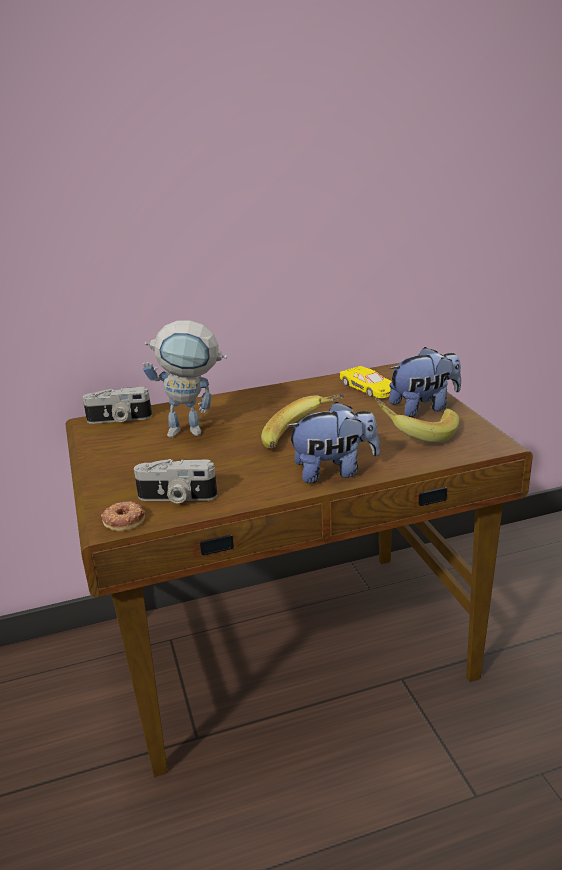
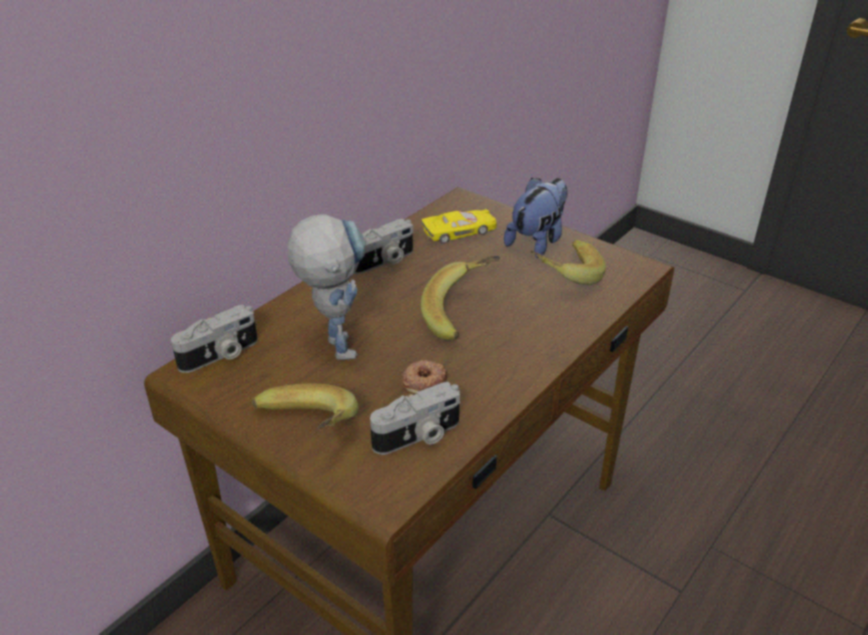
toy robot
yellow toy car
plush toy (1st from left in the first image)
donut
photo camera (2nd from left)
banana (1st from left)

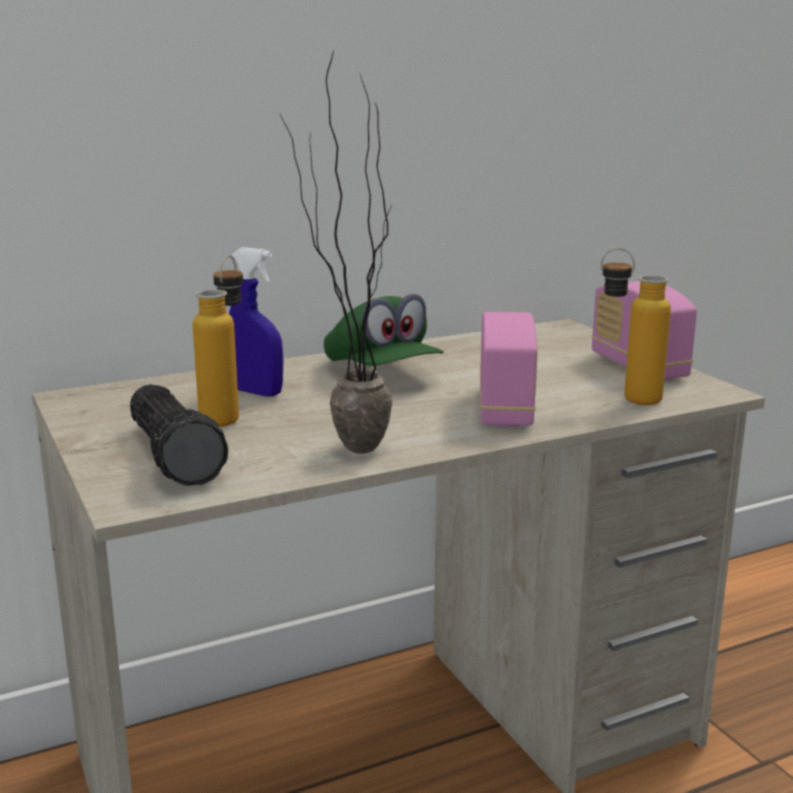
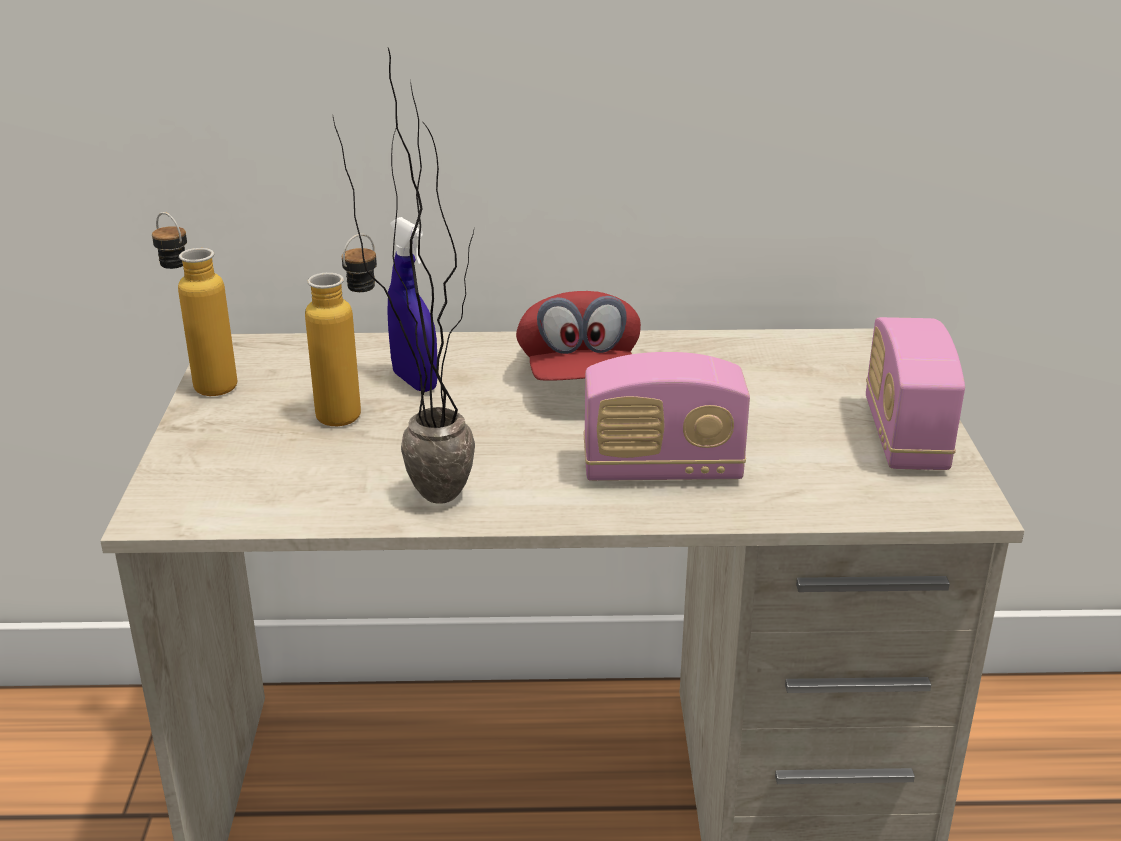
bottle (1st from left)
red cap
radio (1st from left)
flashlight

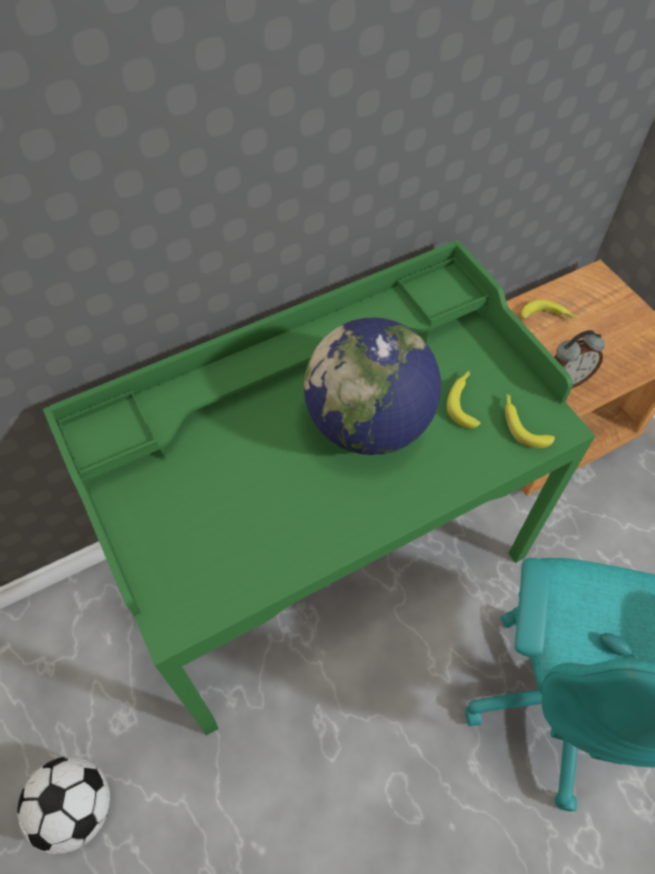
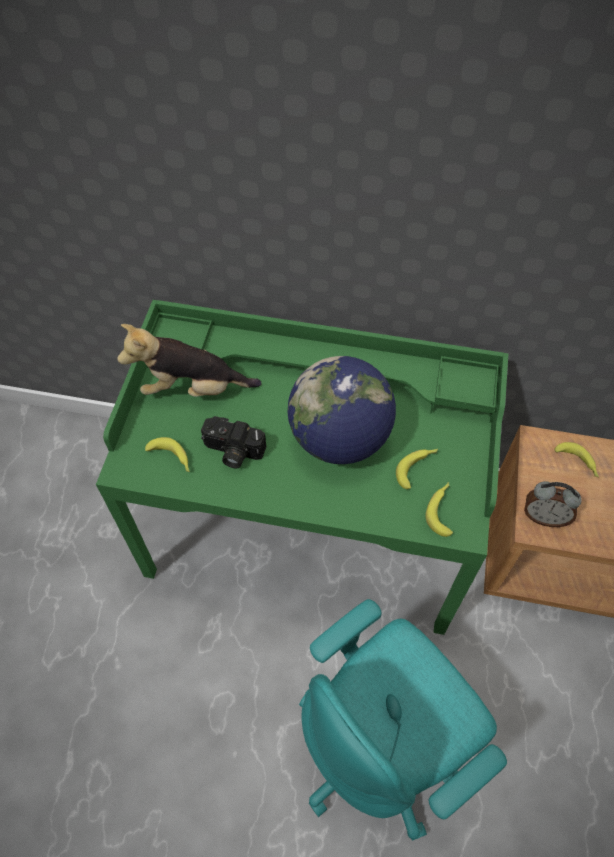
football
plush toy
photo camera
banana (1st from left)

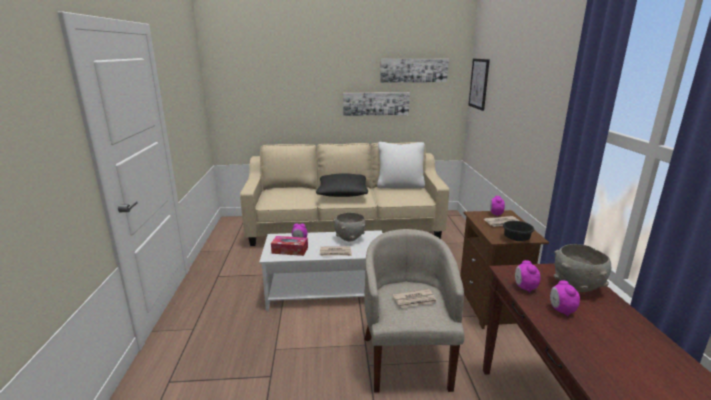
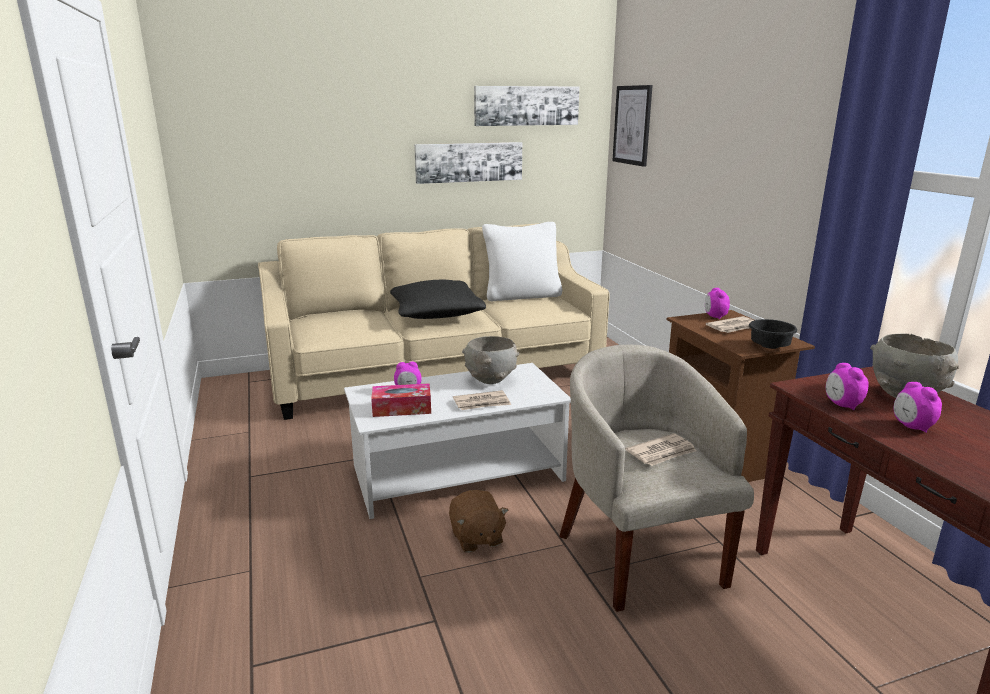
brown plush toy

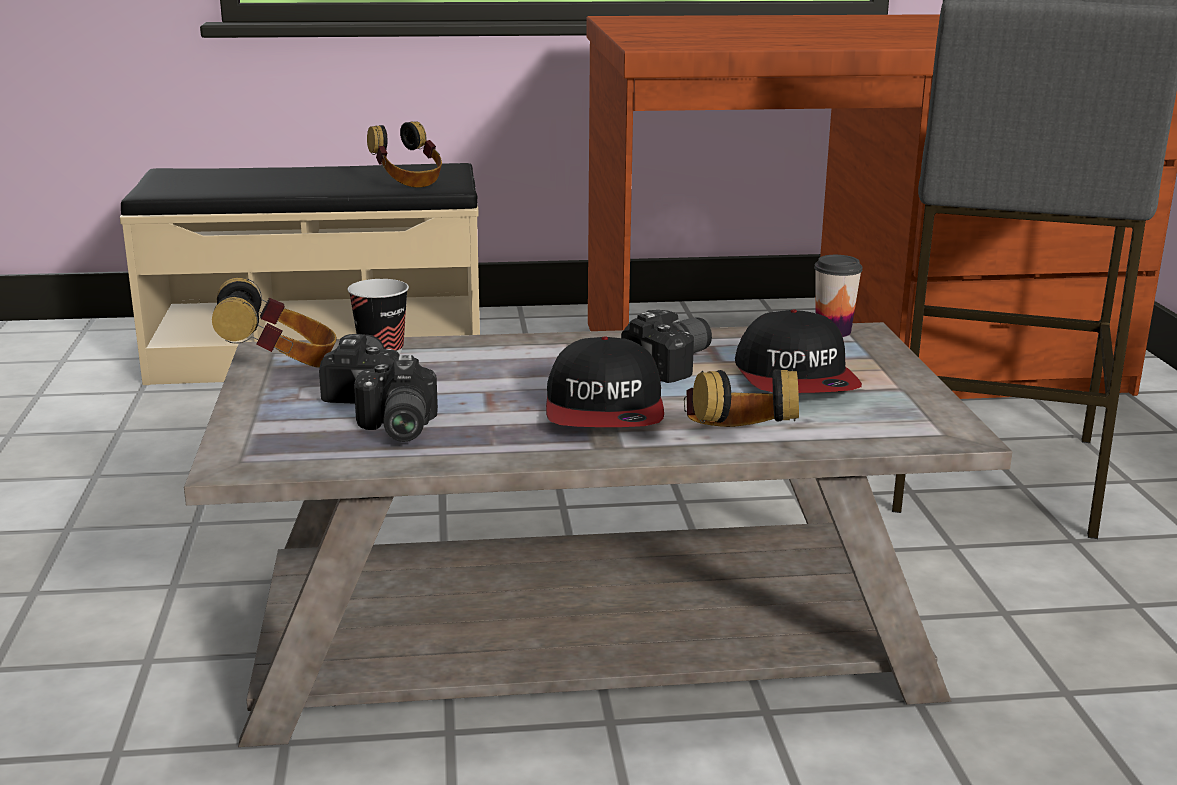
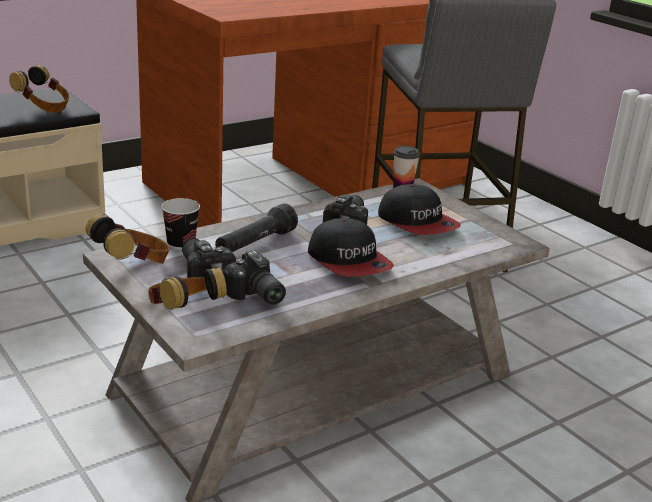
headphones (3rd from left)
black flashlight

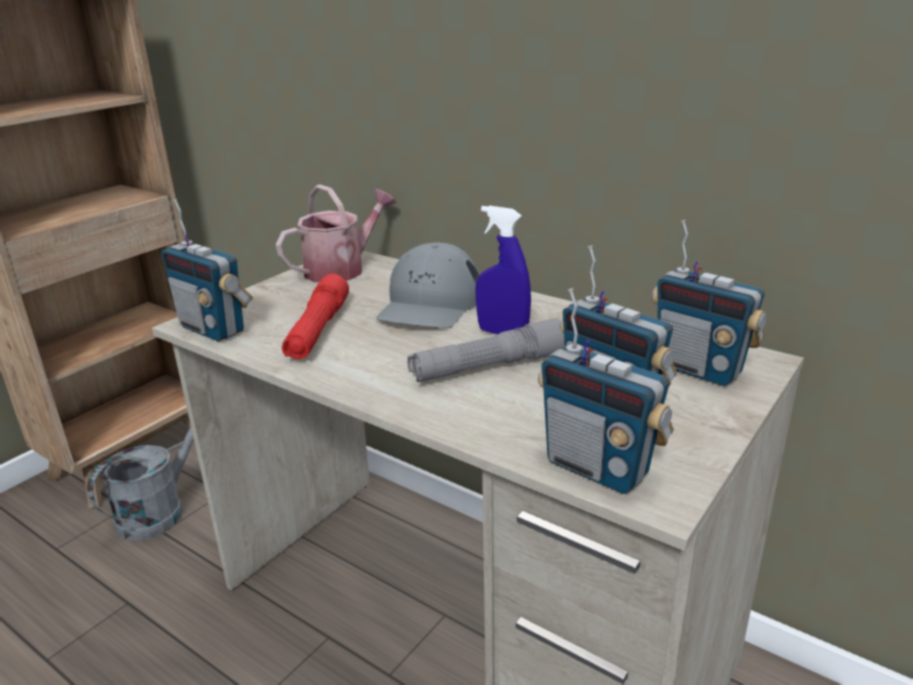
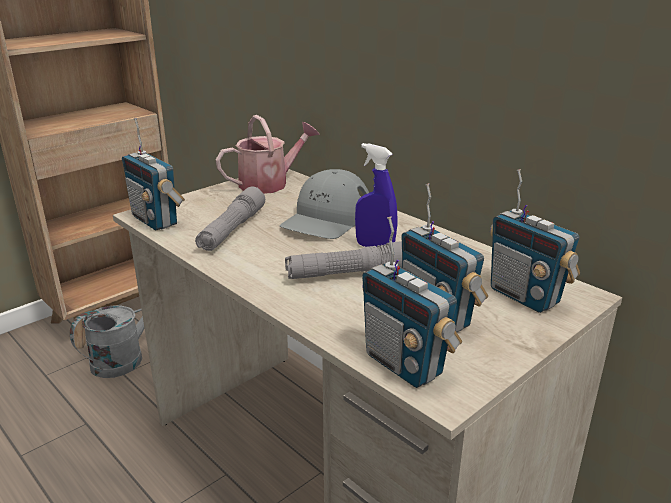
grey flashlight (1st from left)

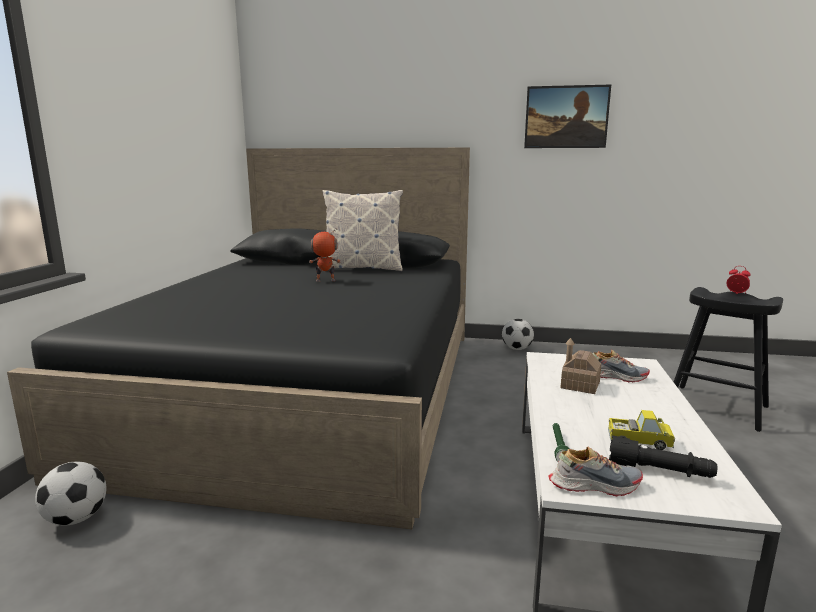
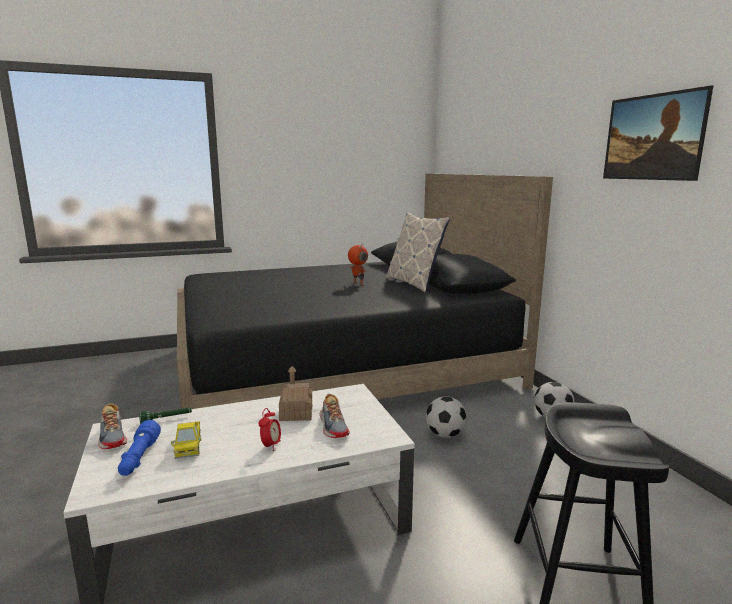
alarm clock
blue flashlight
football (1st from left)

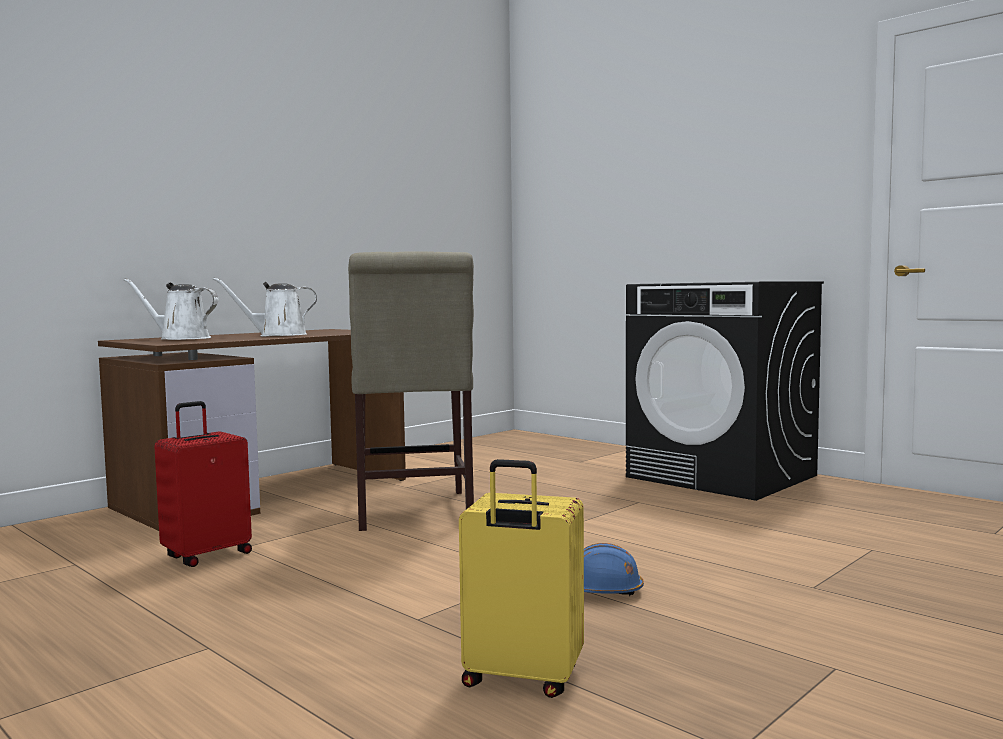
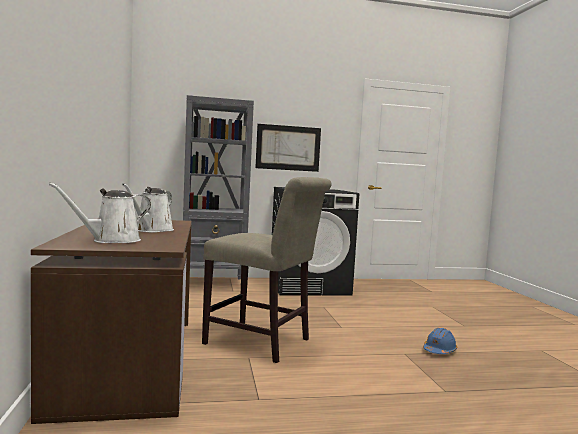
red suitcase
yellow suitcase
grey bookcase
picture

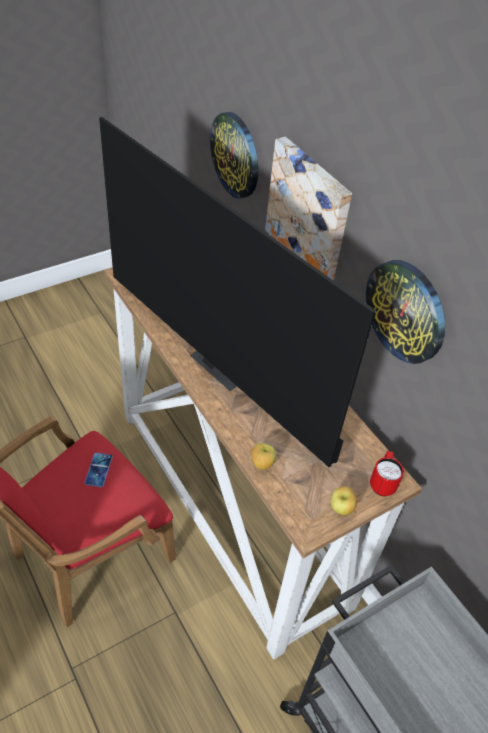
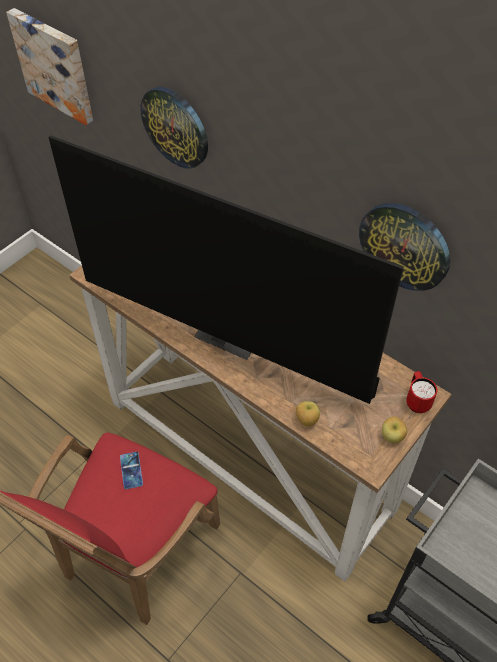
picture

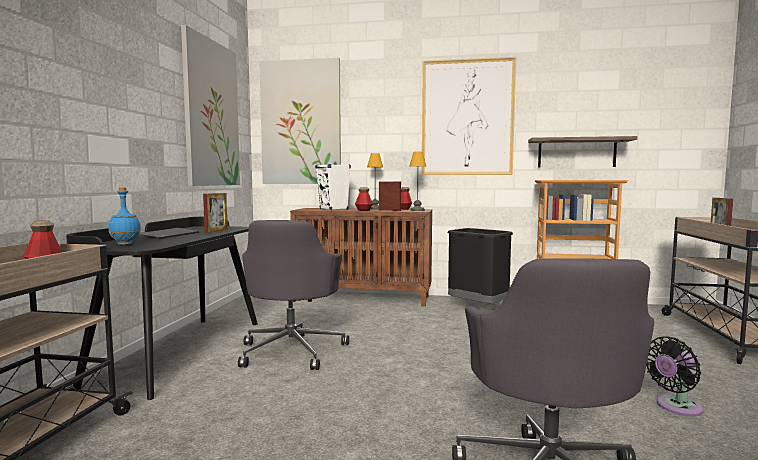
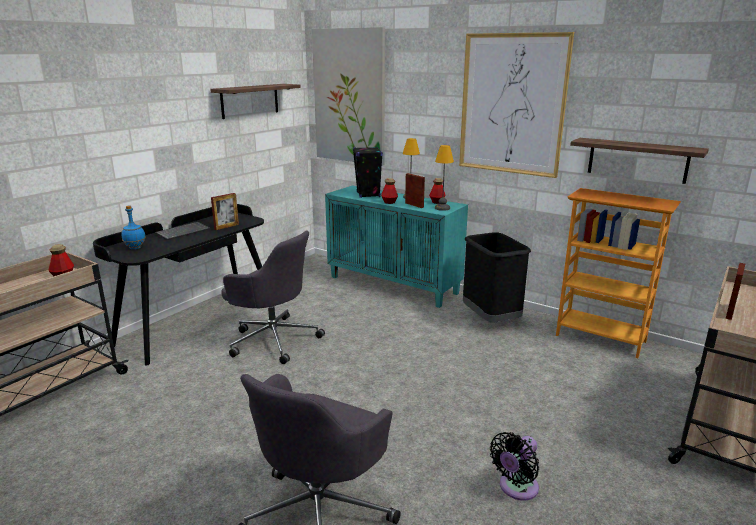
shelf (1st from left)
black speaker
turquoise cabinet
grey office chair (1st from left)
black fan

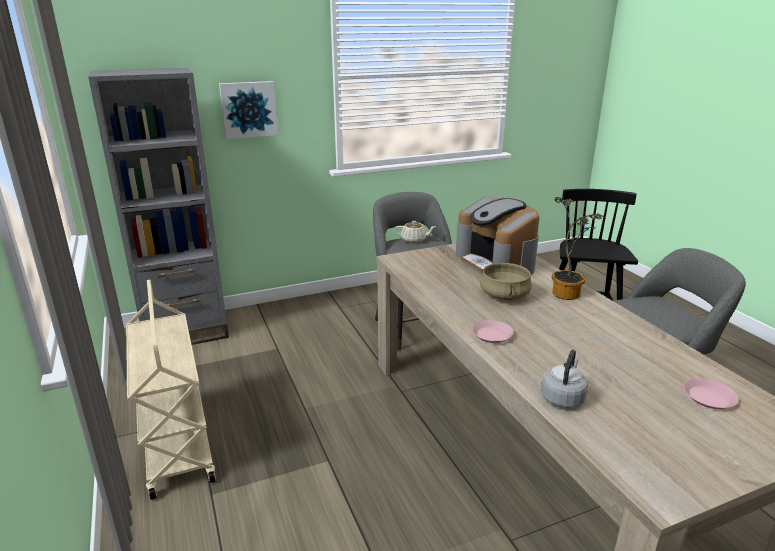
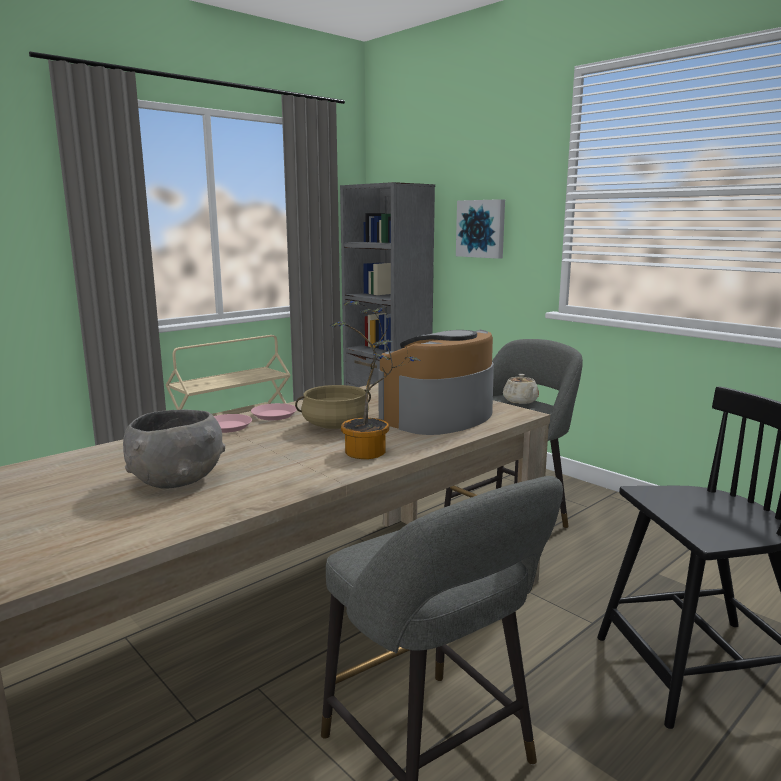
grey kettle
pink plate (2nd from left)
grey bowl

